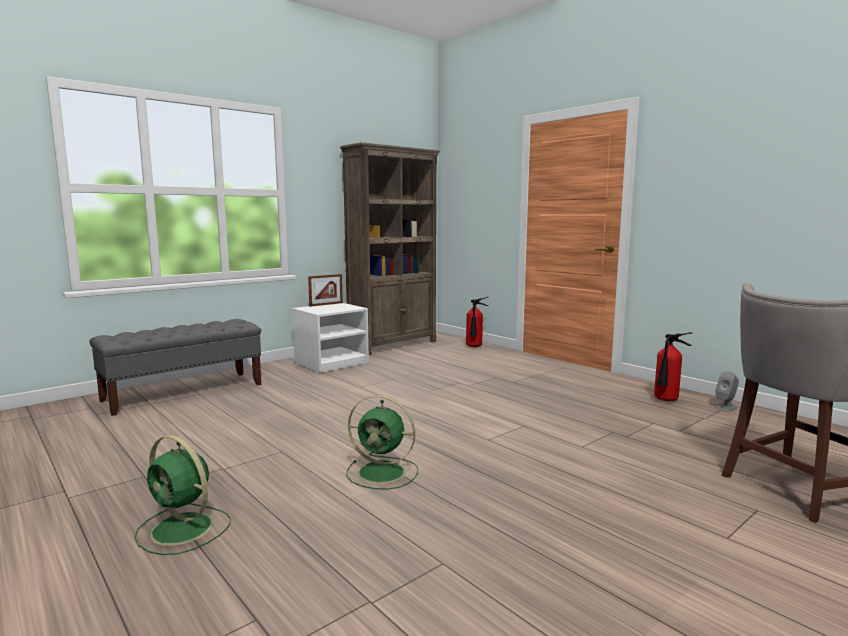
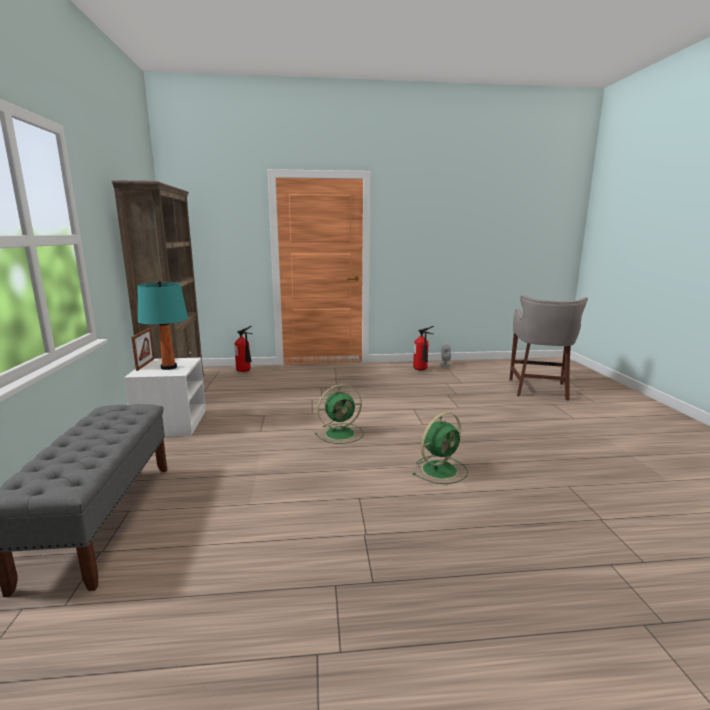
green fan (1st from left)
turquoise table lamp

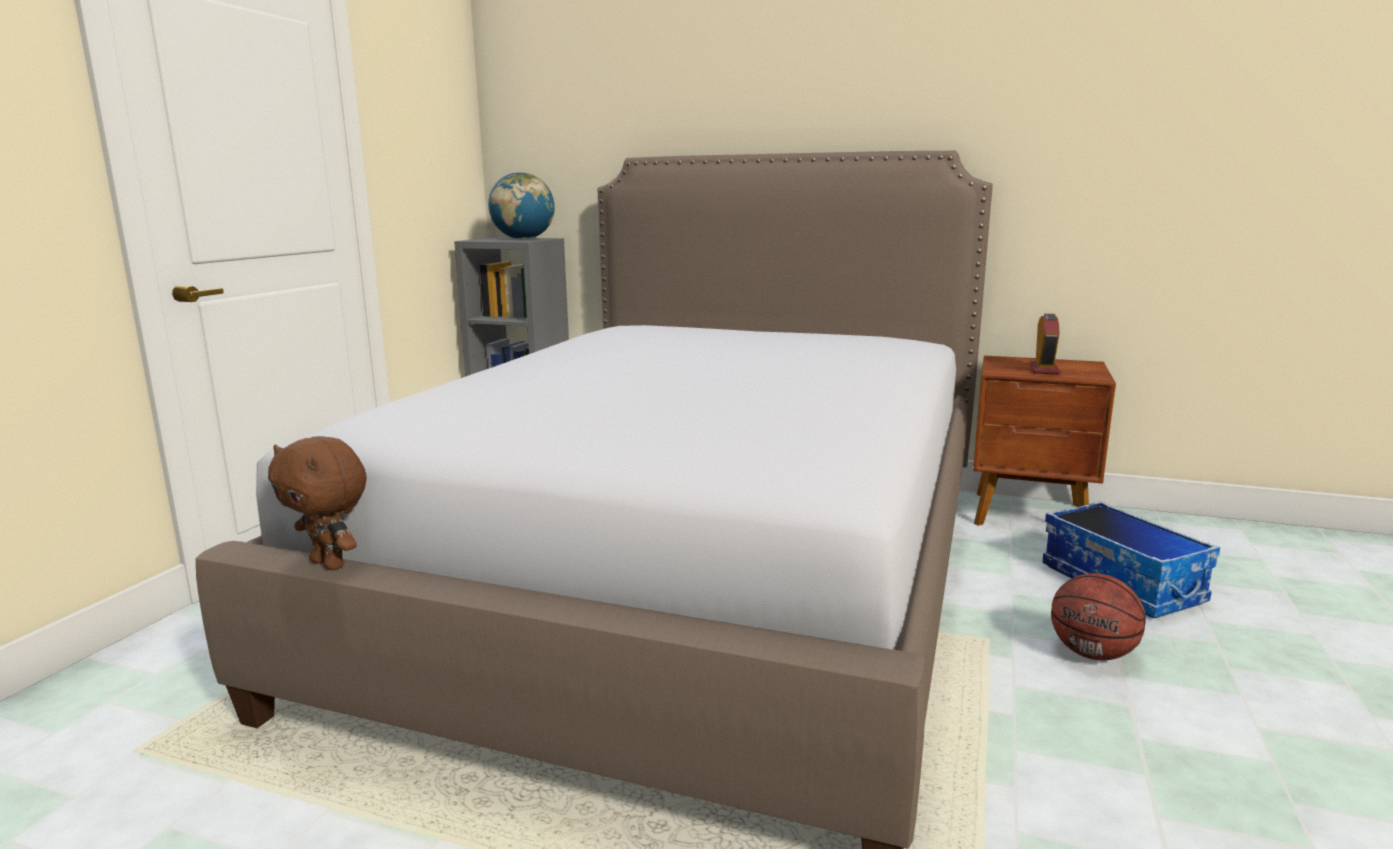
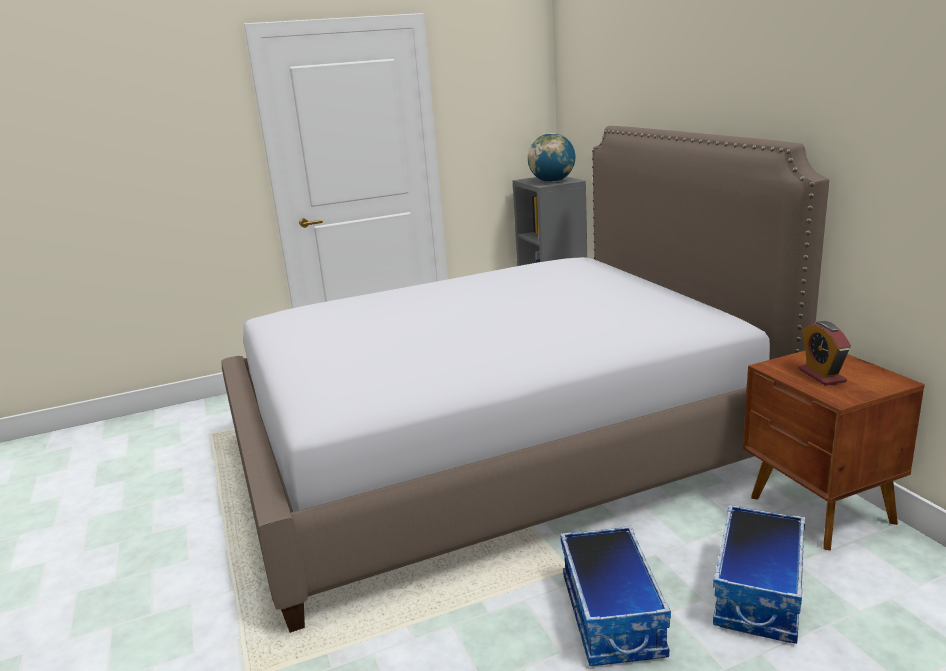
alarm clock
brown plush toy
storage box (1st from left)

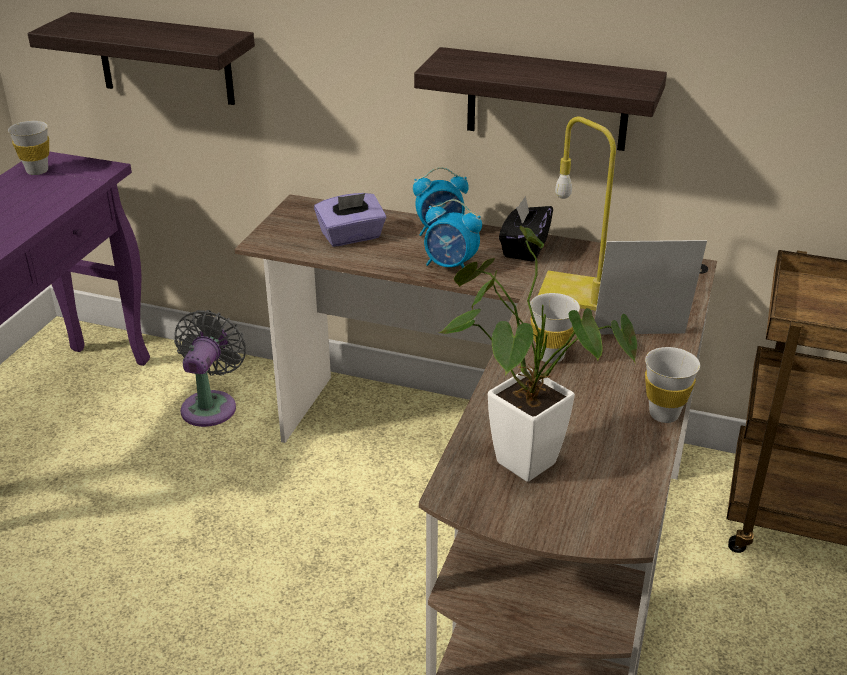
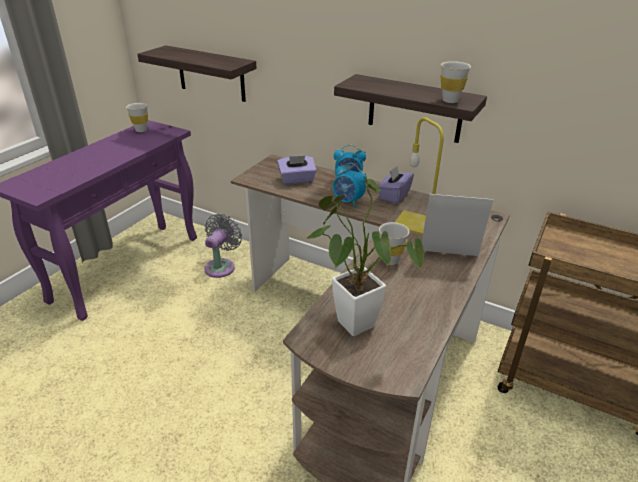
purple tissue box (2nd from left)
white cup (3rd from left)

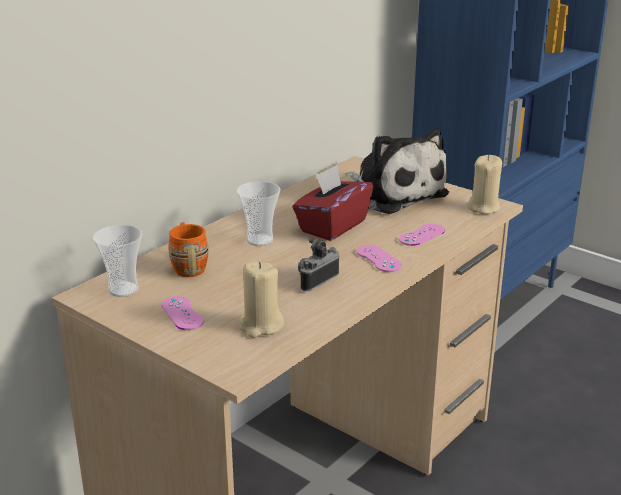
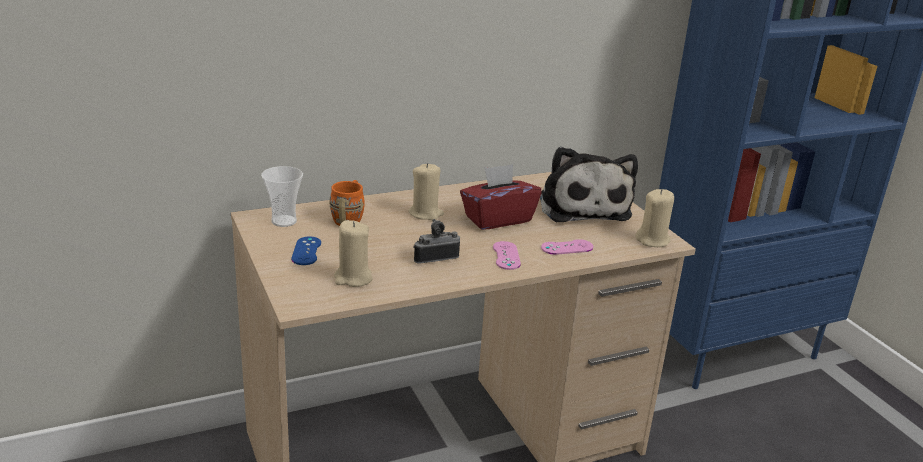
beige candle (2nd from left)
blue game controller

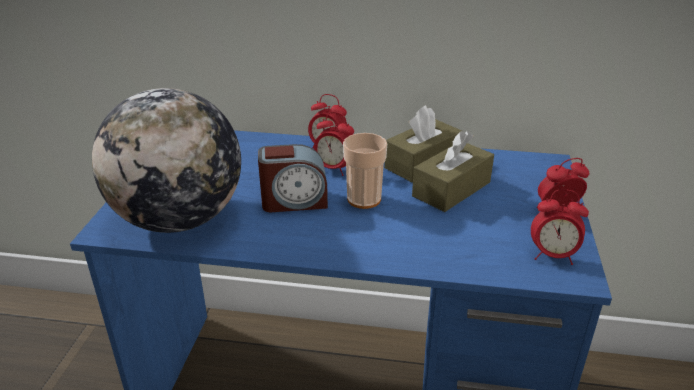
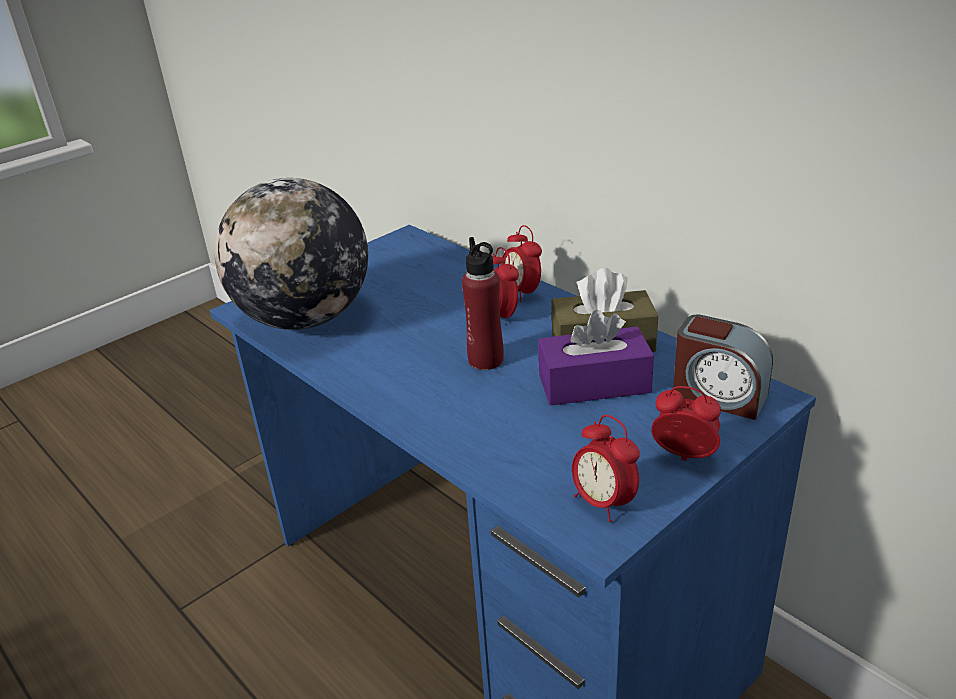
purple tissue box
red bottle
alarm clock (5th from left)

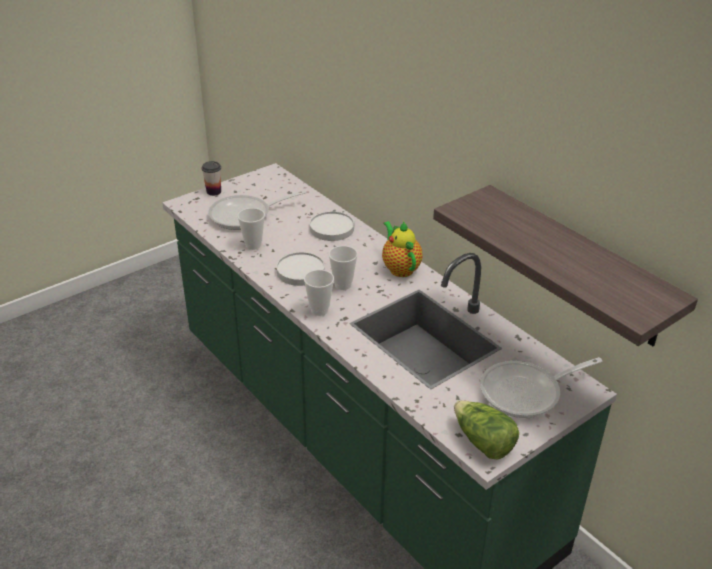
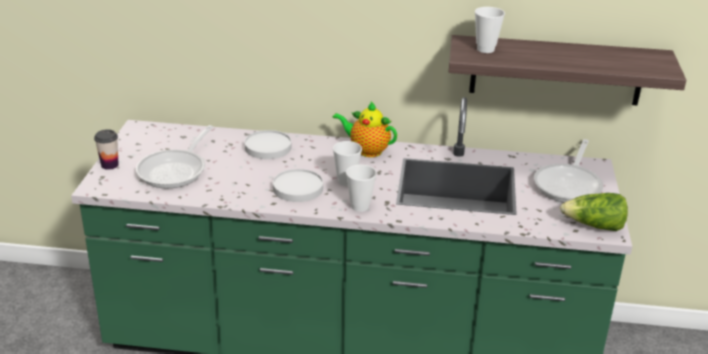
cup (4th from left)

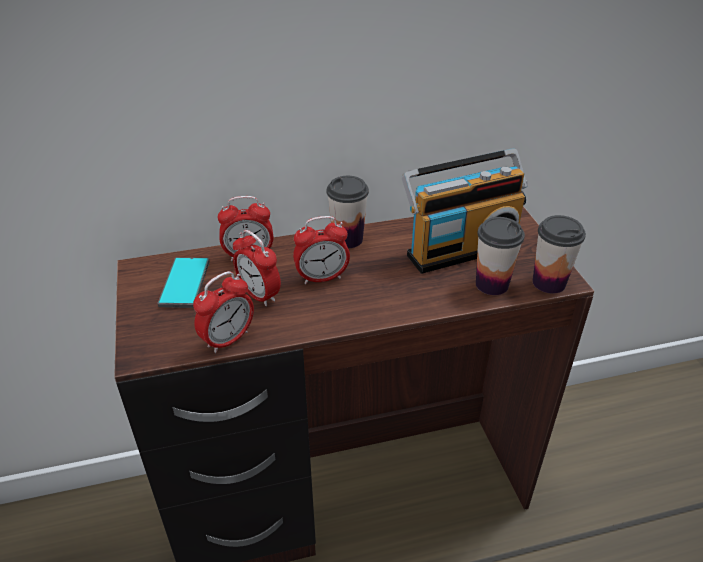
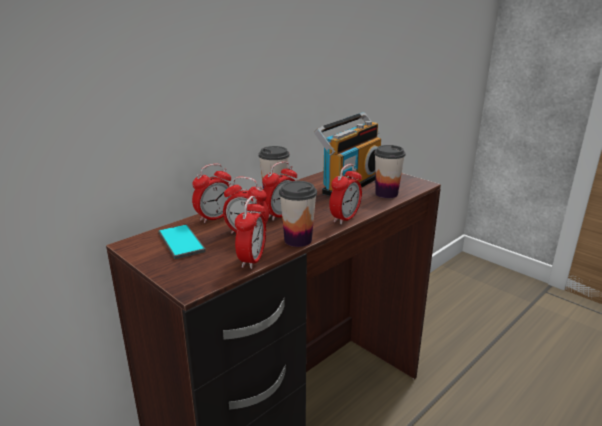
cup (2nd from left)
alarm clock (5th from left)

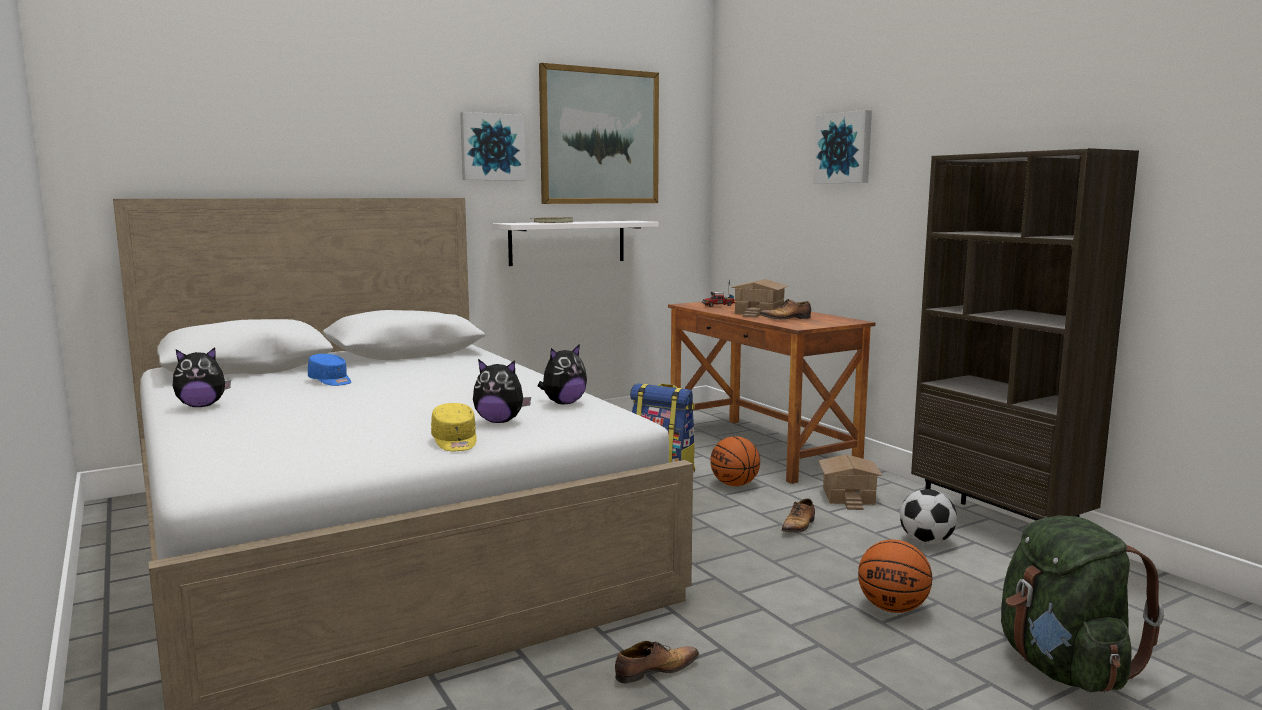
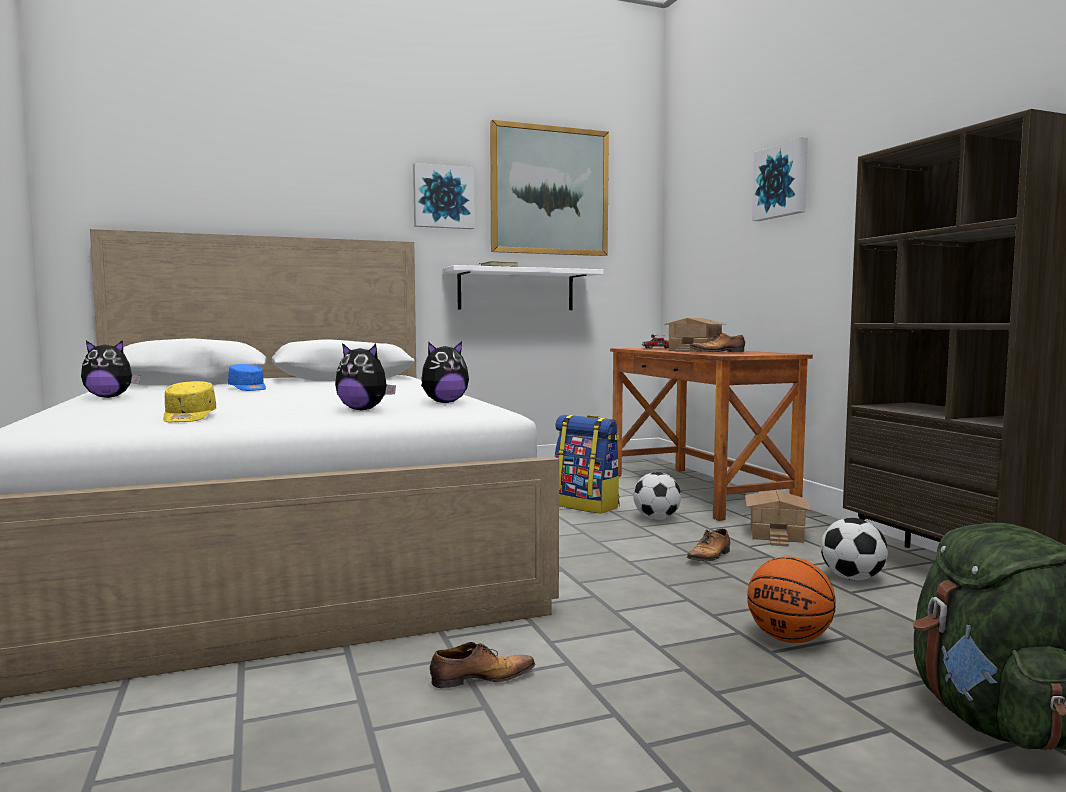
yellow cap
football (1st from left)

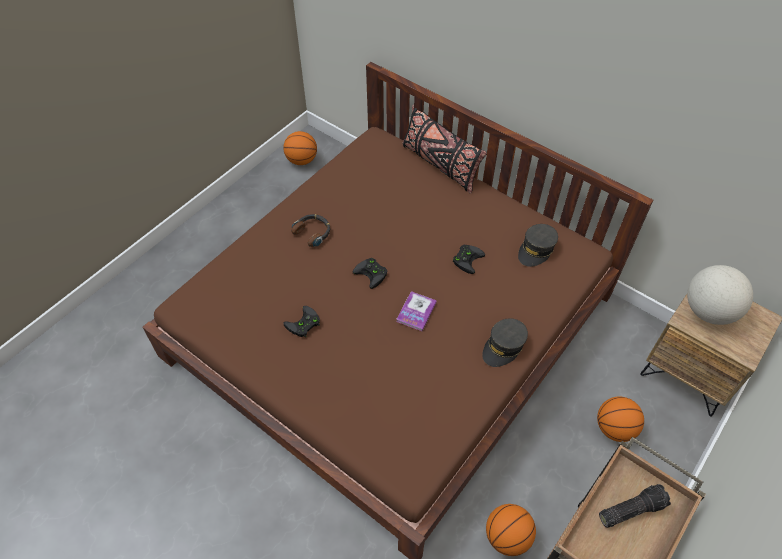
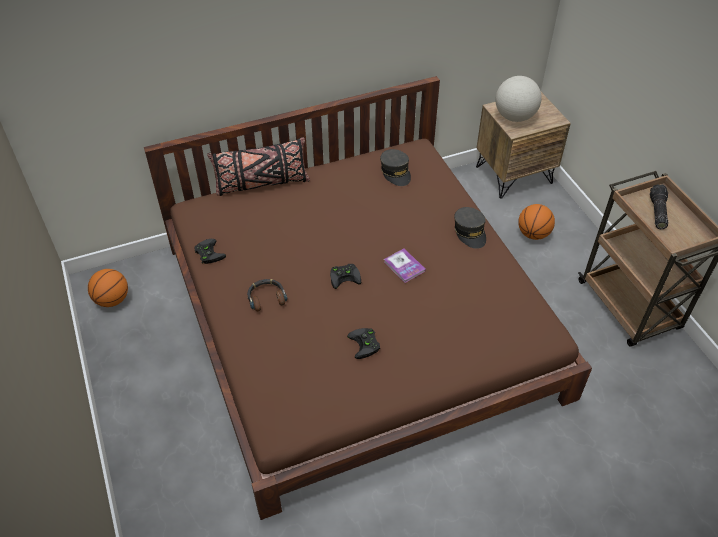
black game controller (1st from left)
basketball (2nd from left in the first image)

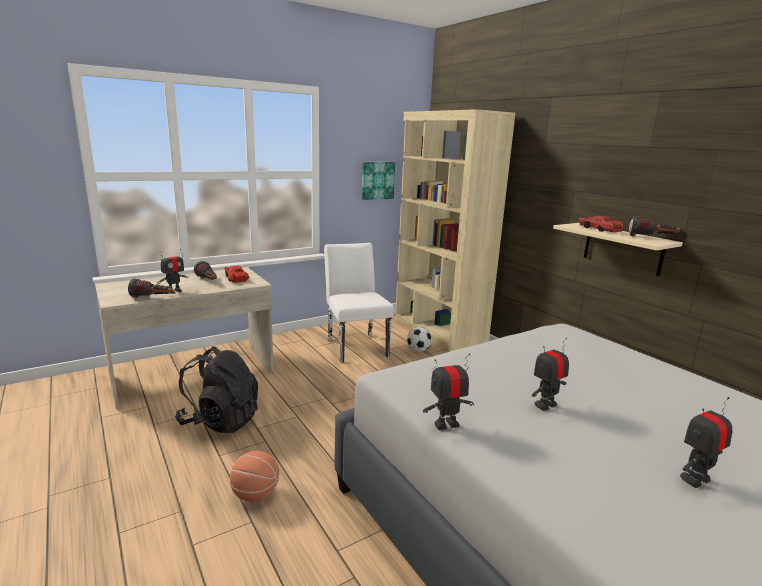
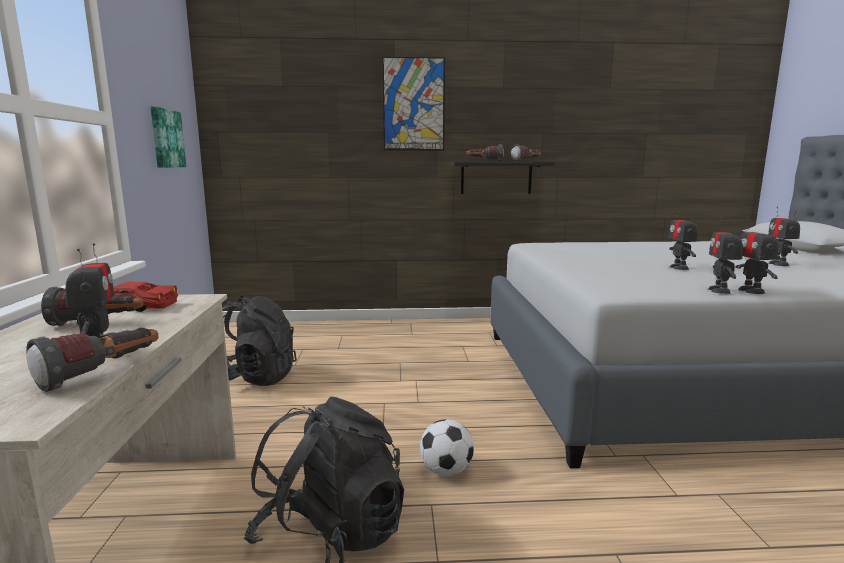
beige bookcase
flashlight (3rd from left)
black shelf
black backpack (1st from left)
football
basketball
picture (2nd from left)
toy robot (4th from left)

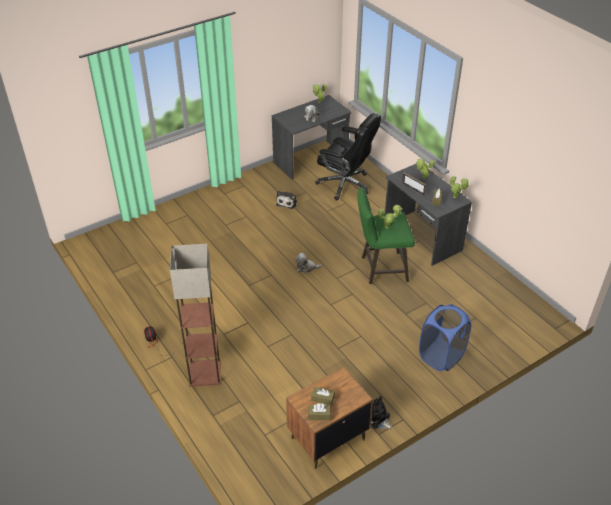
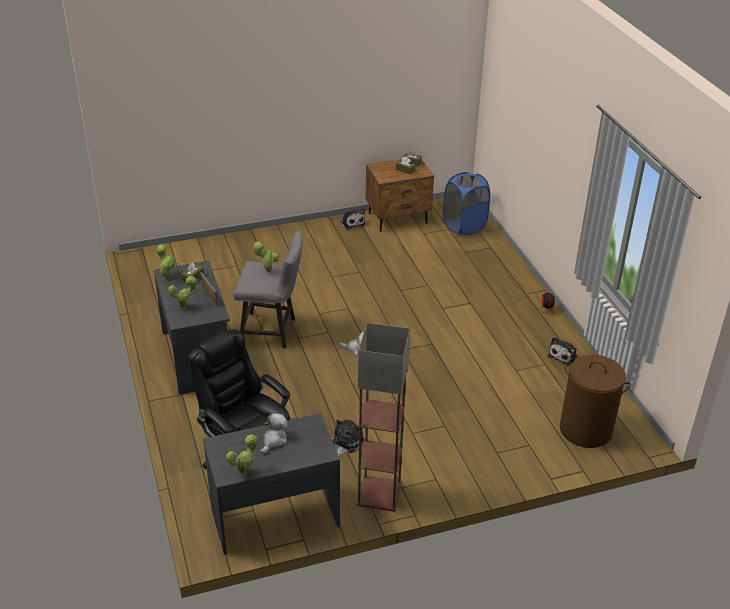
grey stool
floor lamp
blue laundry basket
plush toy (5th from left)
brown laundry basket

